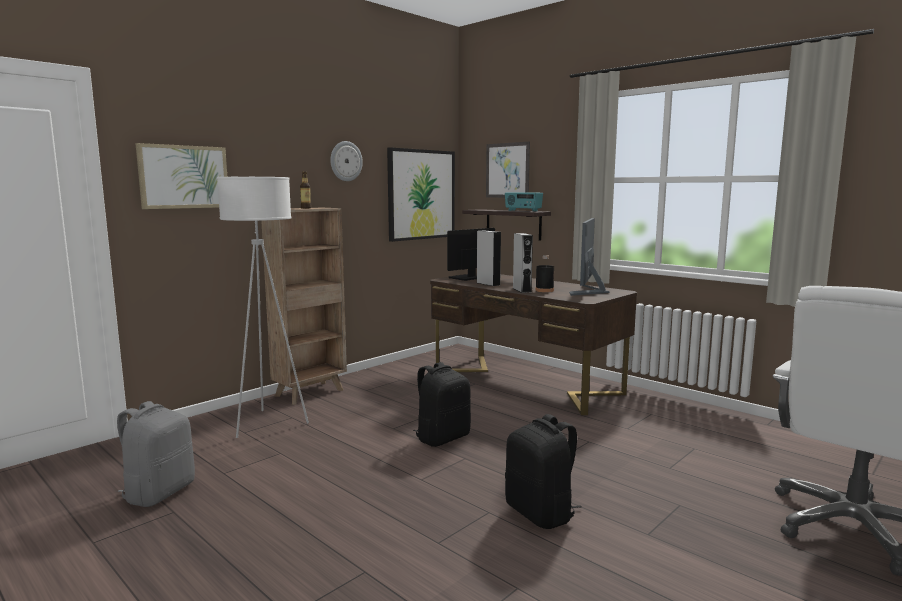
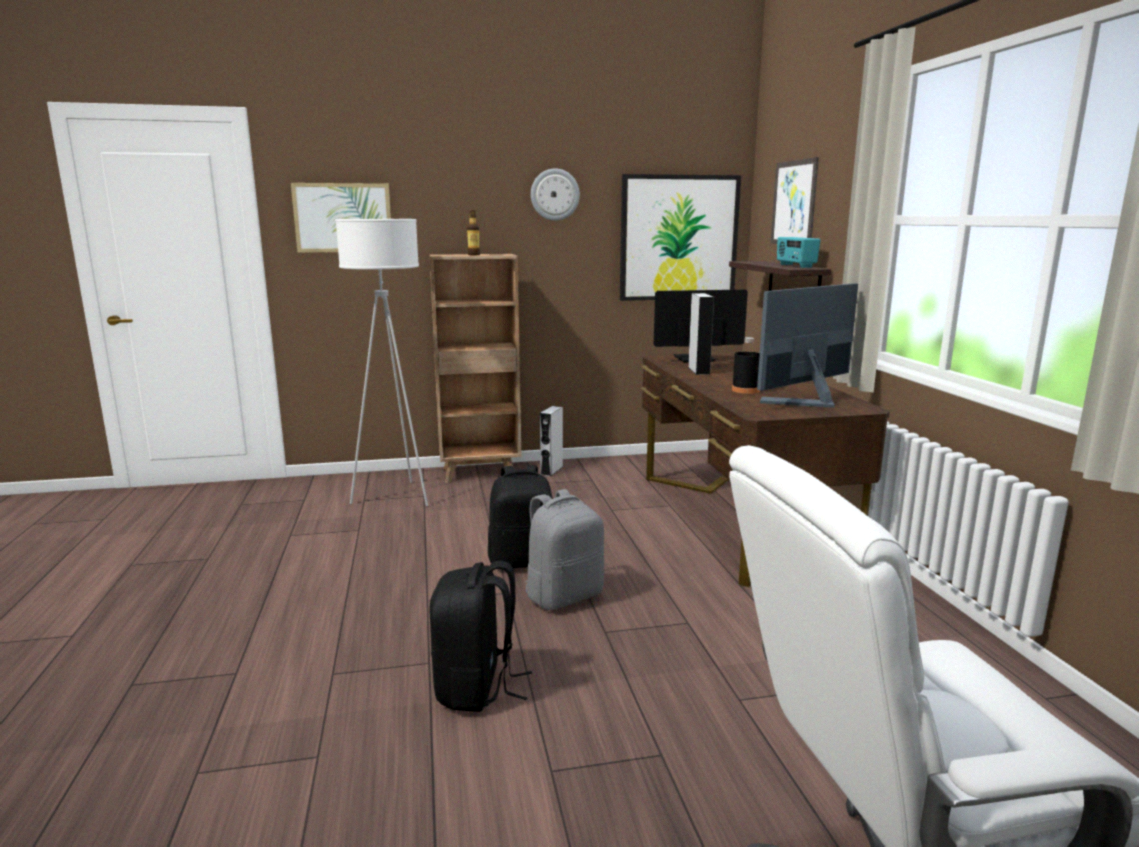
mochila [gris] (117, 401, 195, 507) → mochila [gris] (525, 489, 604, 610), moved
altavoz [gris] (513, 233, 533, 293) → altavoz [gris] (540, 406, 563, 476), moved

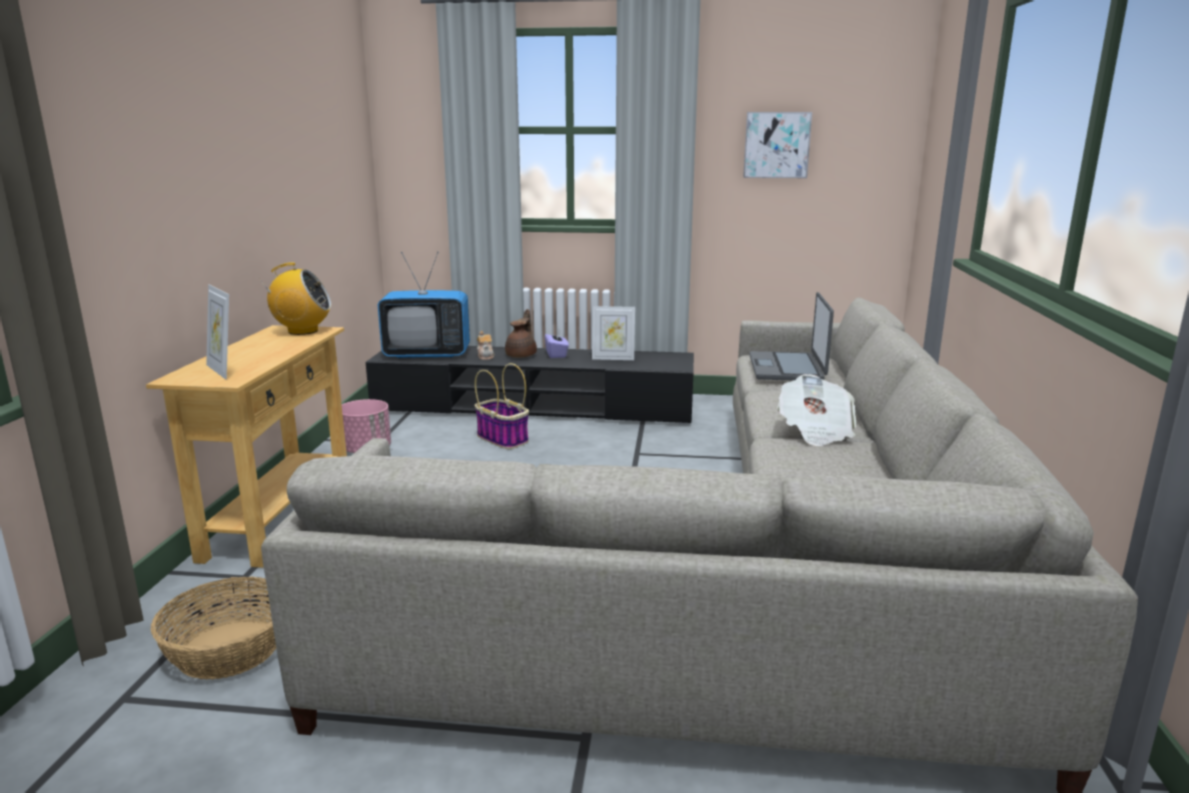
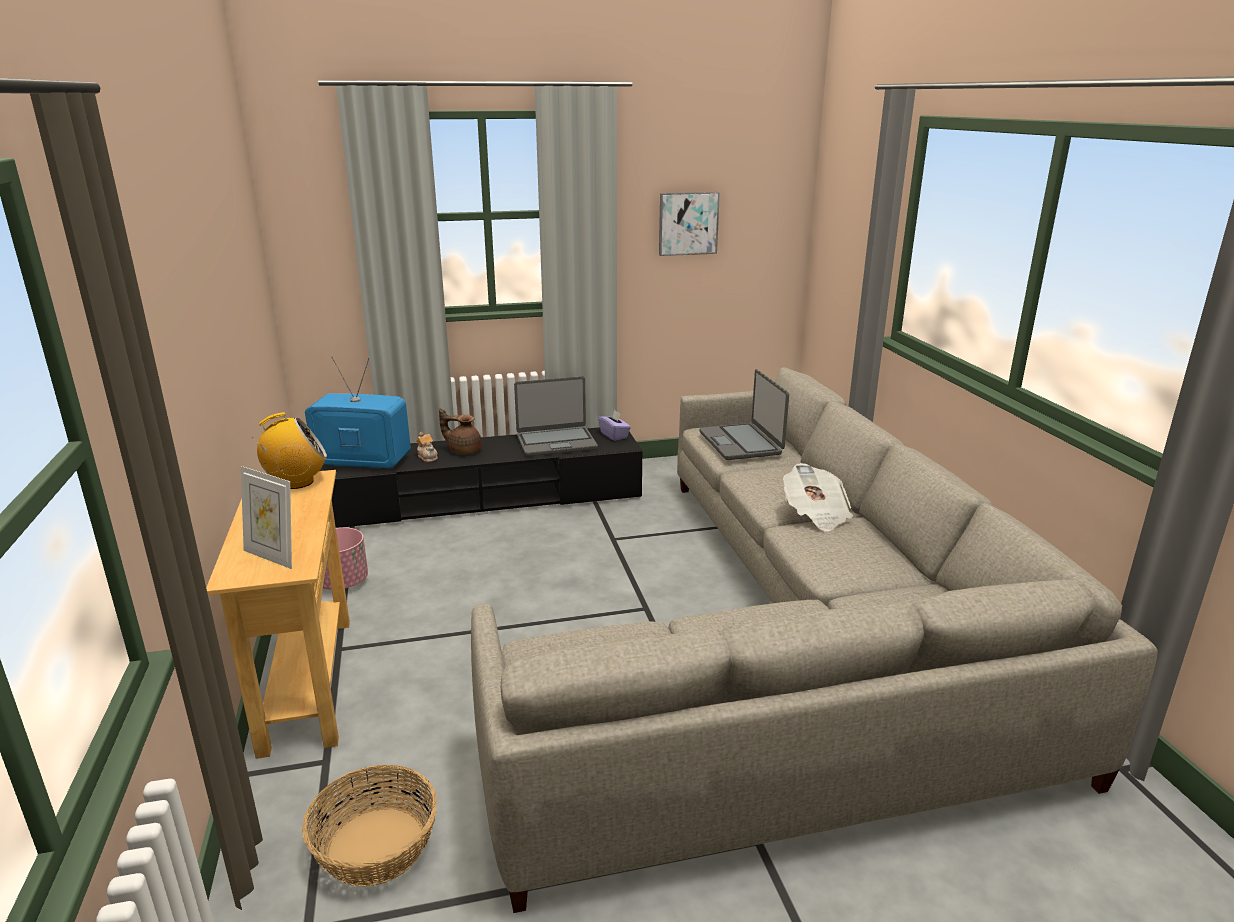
televisor (378, 252, 470, 358) → televisor (305, 357, 411, 469), 150 degrees counterclockwise
cesta (475, 363, 529, 449) → -
tetera [marrón] (505, 309, 537, 358) → tetera [marrón] (439, 408, 482, 454), 75 degrees counterclockwise
caja de pañuelos [morado] (545, 329, 569, 358) → caja de pañuelos [morado] (598, 410, 631, 441), moved
portarretratos (592, 306, 635, 360) → portátil (514, 376, 598, 457)

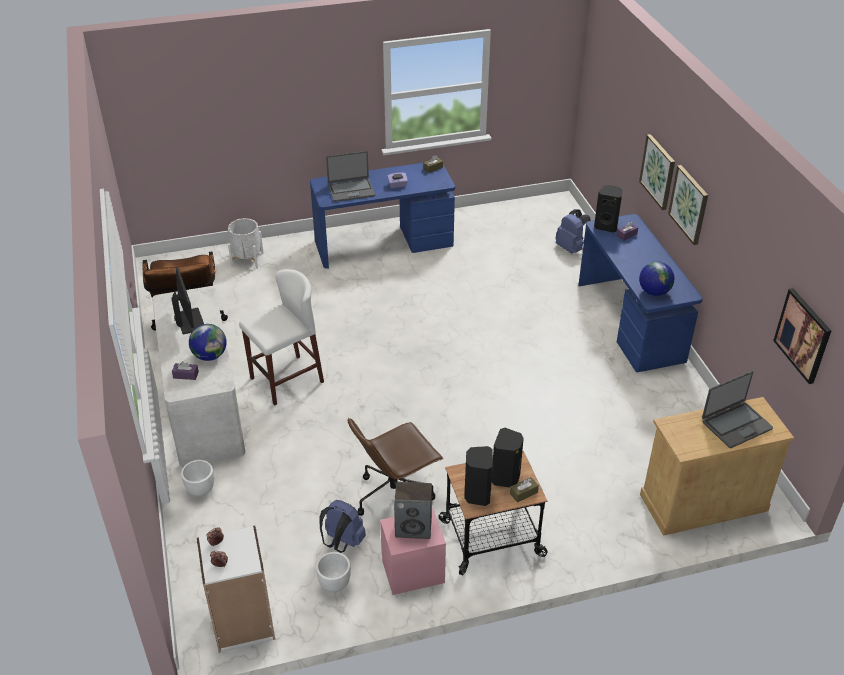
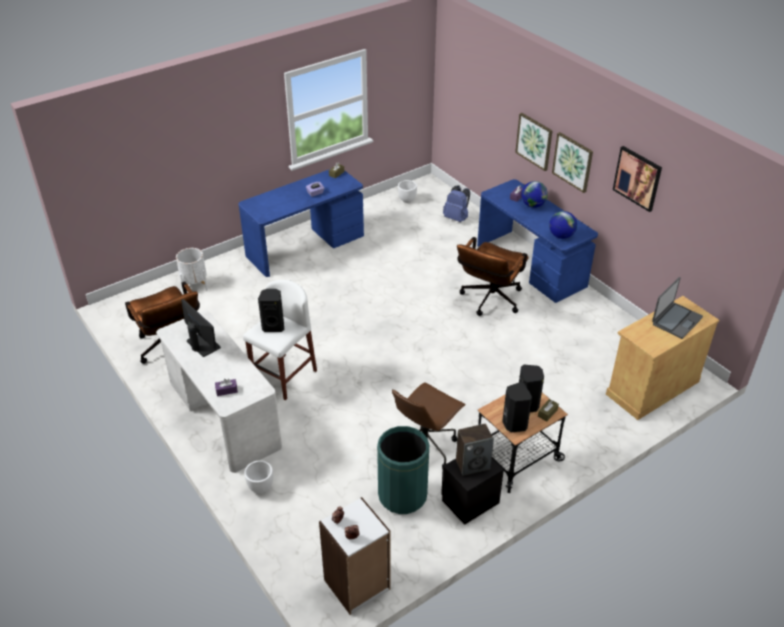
globo terráqueo (189, 324, 227, 361) → globo terráqueo (521, 181, 548, 208), moved
maceta [blanco] (316, 552, 351, 592) → maceta [blanco] (398, 180, 417, 203), moved
mochila [azul] (319, 500, 366, 553) → papelera [verde] (377, 426, 429, 514)
portátil (326, 151, 375, 202) → -
mesita de noche [rosa] (380, 508, 446, 595) → mesita de noche [negro] (441, 458, 504, 525)
altavoz [negro] (594, 185, 623, 232) → altavoz [negro] (258, 289, 284, 332), moved
cuadro (773, 288, 831, 384) → cuadro (613, 146, 662, 212), moved
- → silla de oficina [marrón] (457, 237, 529, 316)

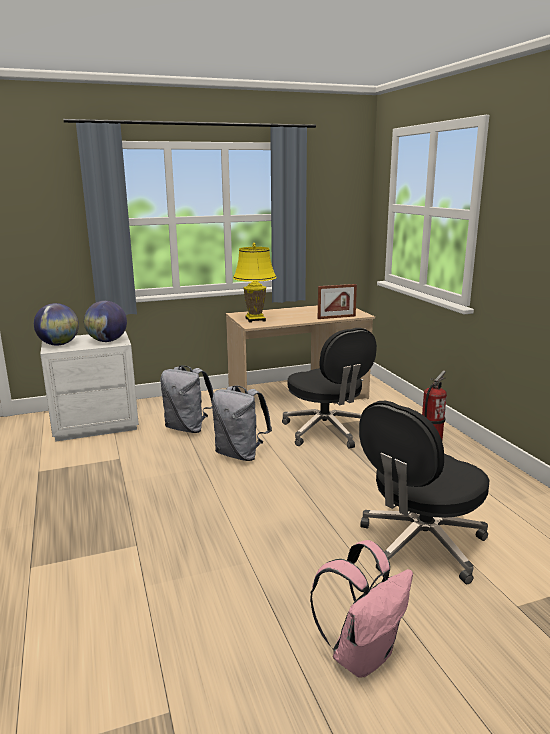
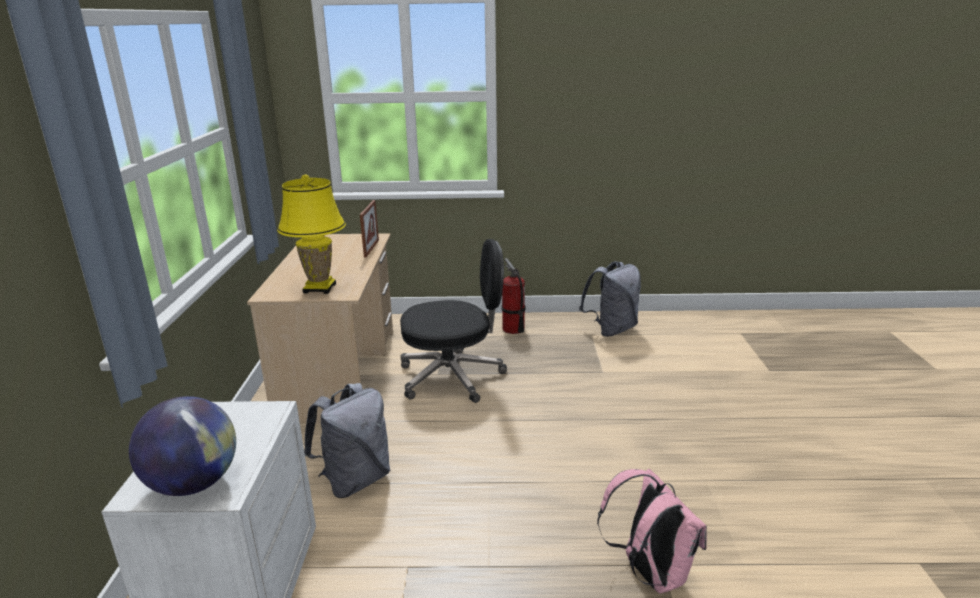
globo terráqueo (84, 301, 127, 342) → -
mochila [gris] (212, 385, 272, 461) → mochila [gris] (579, 261, 641, 337), moved
mochila [rosa] (310, 540, 413, 678) → mochila [rosa] (597, 469, 707, 593), moved
silla de oficina [negro] (359, 401, 489, 584) → -

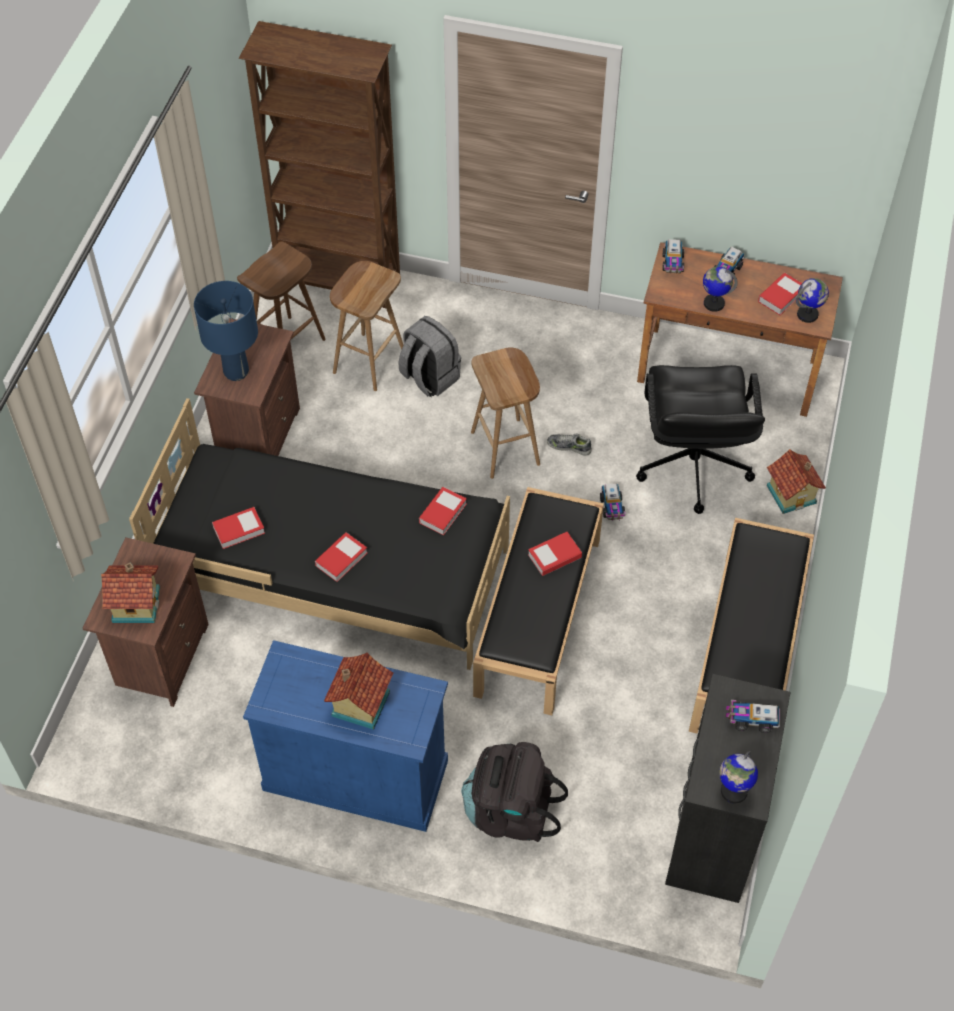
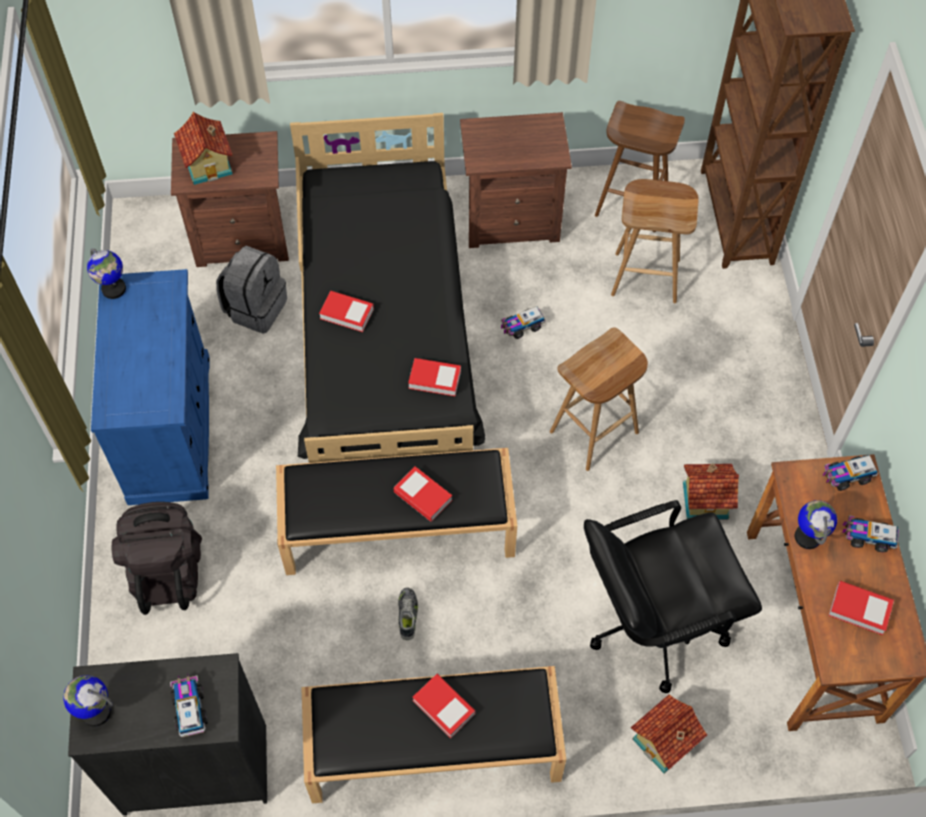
lámpara de mesa [azul] (194, 281, 258, 381) → -
libro (212, 507, 265, 549) → libro (412, 674, 475, 739), moved
casita (324, 653, 393, 730) → casita (683, 463, 739, 520), moved
mochila [gris] (398, 316, 461, 397) → mochila [gris] (216, 246, 287, 334), moved
zapato (547, 433, 592, 456) → zapato (398, 587, 418, 640), moved
camión de juguete (600, 483, 626, 520) → camión de juguete (501, 306, 546, 339), moved
globo terráqueo (796, 278, 829, 323) → globo terráqueo (87, 248, 126, 299), moved

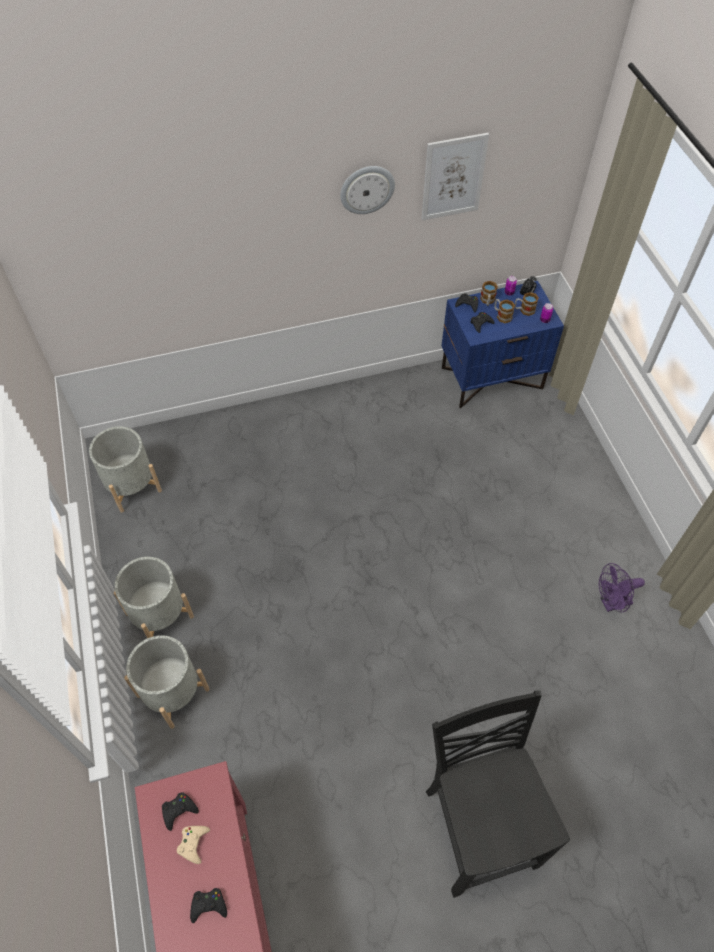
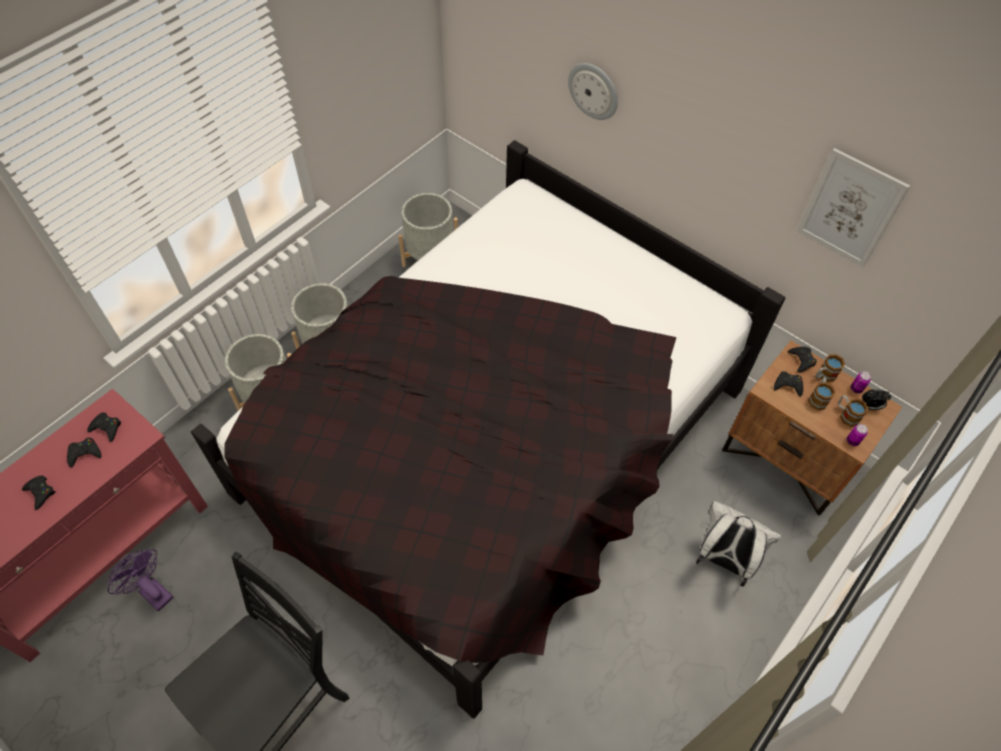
mando de consola [beis] (177, 826, 210, 864) → mando de consola [negro] (67, 438, 101, 468)
reloj de pared (340, 166, 395, 214) → reloj de pared (568, 63, 618, 120), moved
mesita de noche [azul] (441, 281, 564, 408) → mesita de noche [marrón] (722, 341, 902, 516)
ventilador [morado] (599, 563, 645, 612) → ventilador [morado] (108, 549, 173, 611), moved
- → cama [negro] (191, 140, 785, 719)
- → mochila [blanco] (696, 501, 782, 587)

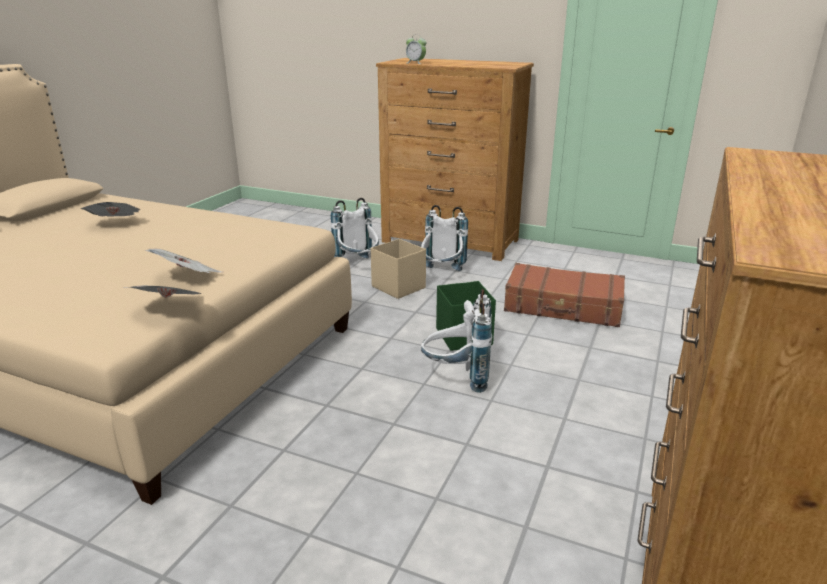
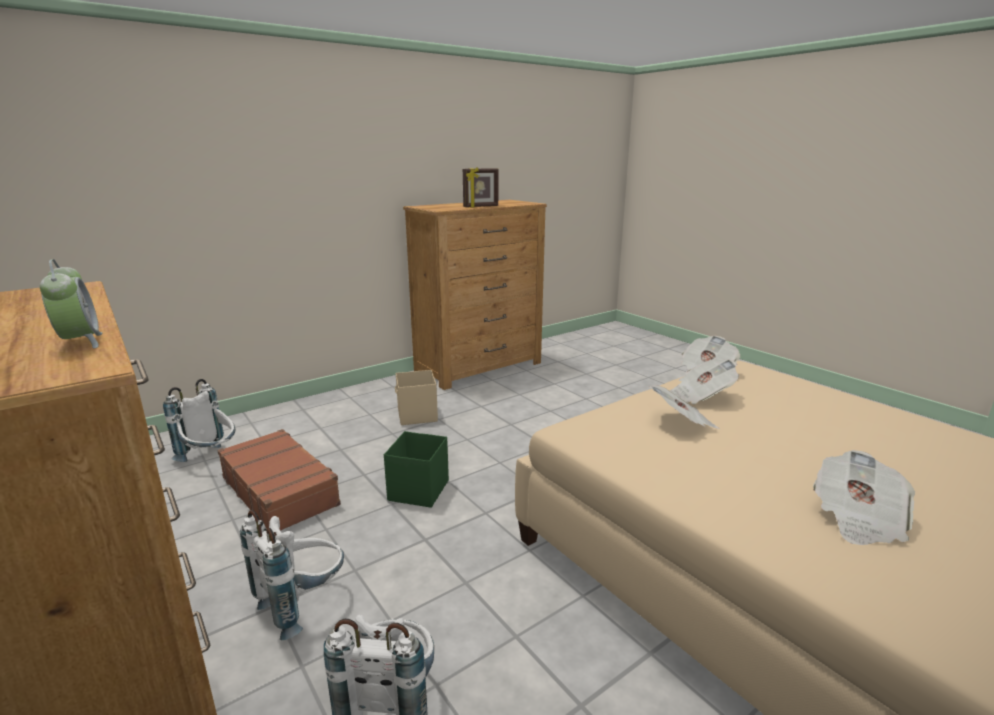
caja de almacenaje [beis] (371, 239, 426, 299) → caja de almacenaje [beis] (395, 370, 438, 425), moved
mochila [blanco] (421, 289, 492, 393) → mochila [blanco] (163, 379, 235, 462), moved
- → portarretratos (463, 167, 498, 208)
- → periódico (649, 385, 720, 429)

